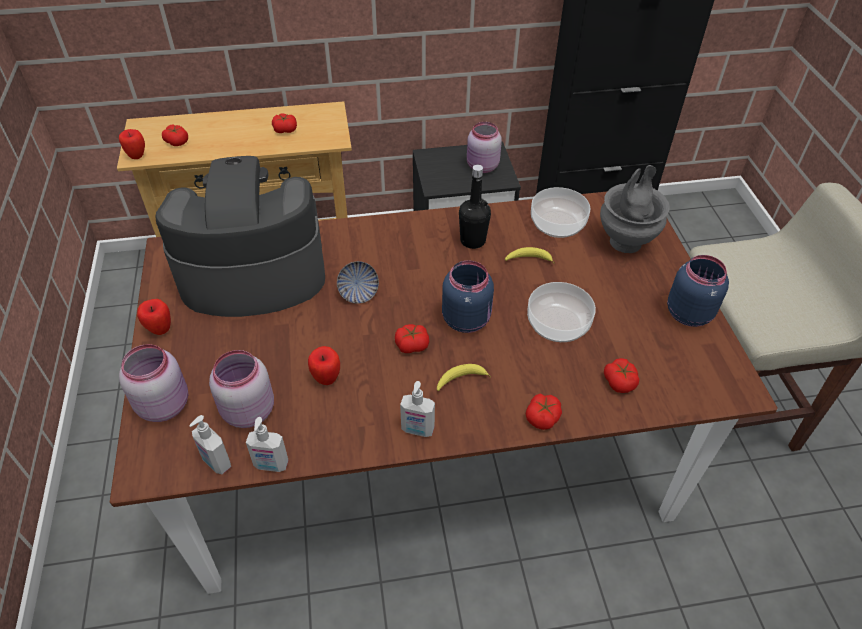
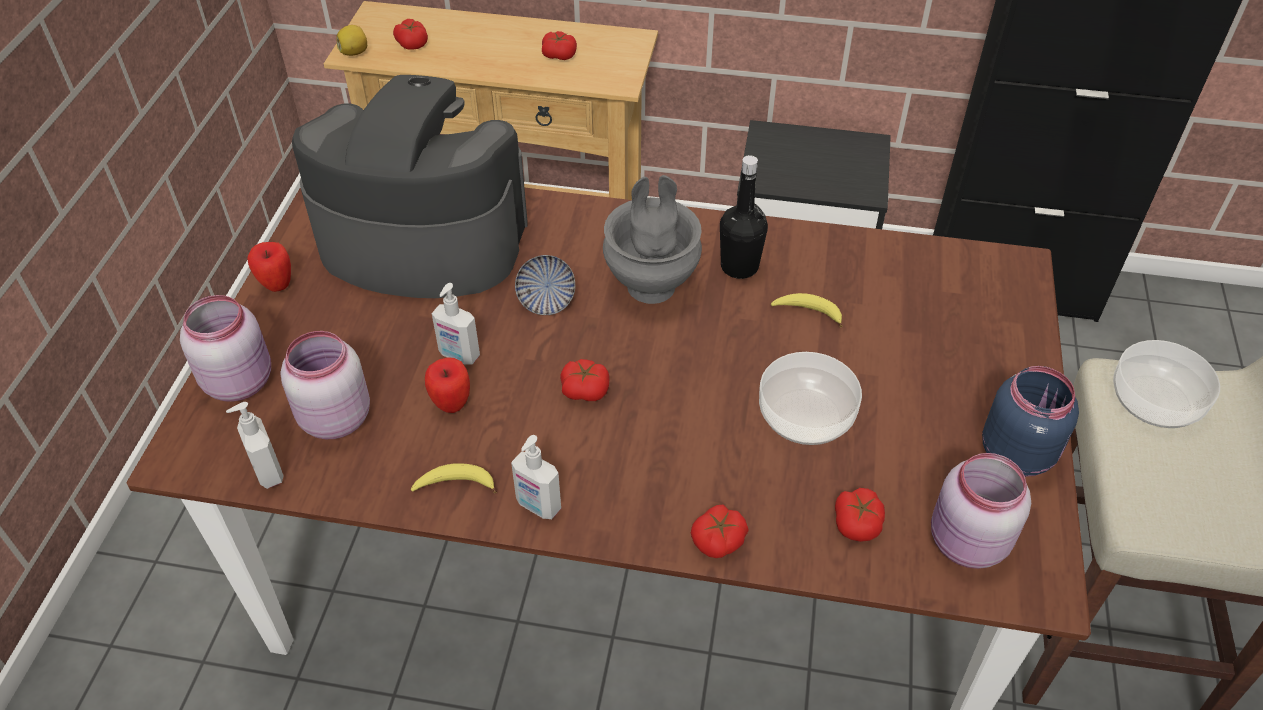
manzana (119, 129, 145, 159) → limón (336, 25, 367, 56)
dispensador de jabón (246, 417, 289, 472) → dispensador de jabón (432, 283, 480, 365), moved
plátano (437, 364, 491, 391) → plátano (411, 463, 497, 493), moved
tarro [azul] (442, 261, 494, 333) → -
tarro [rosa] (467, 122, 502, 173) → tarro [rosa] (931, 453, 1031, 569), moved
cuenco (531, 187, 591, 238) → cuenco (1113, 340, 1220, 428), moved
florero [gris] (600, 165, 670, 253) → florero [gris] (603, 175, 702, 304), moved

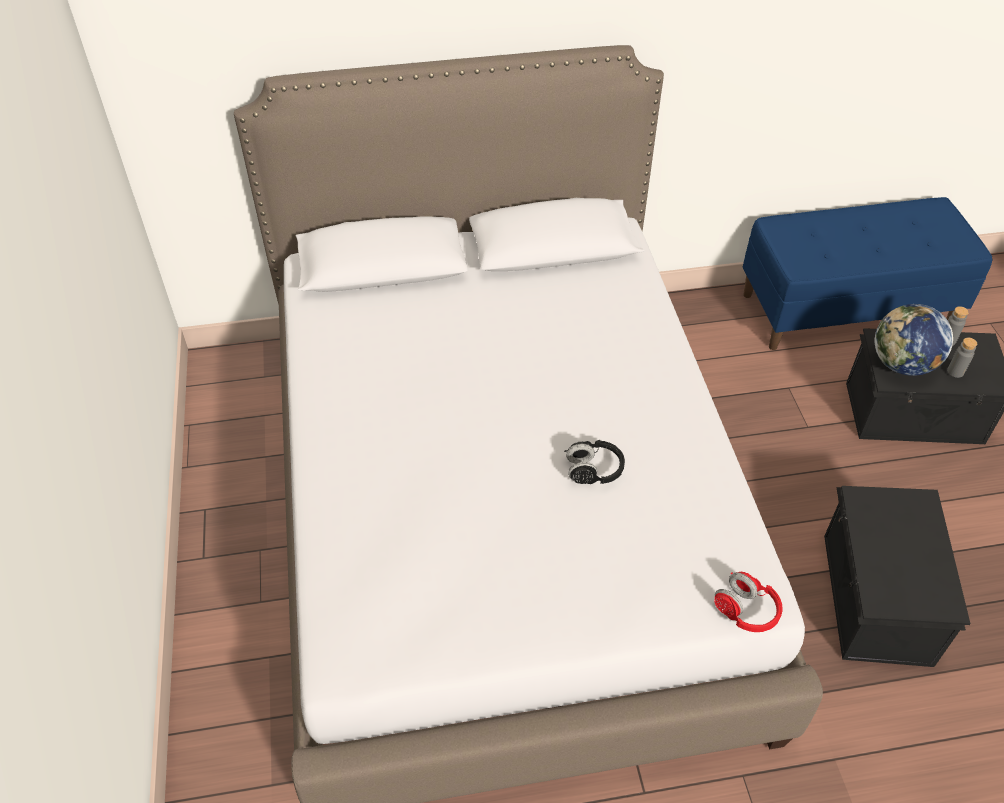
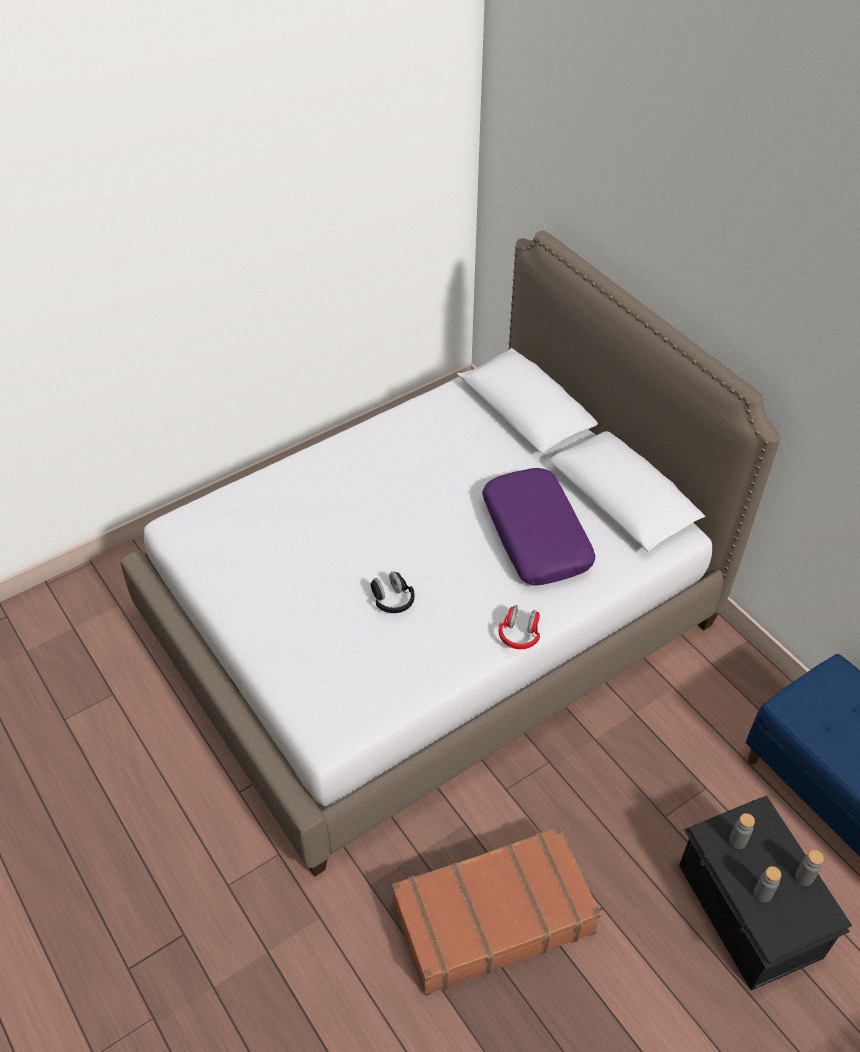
auriculares [rojo] (714, 572, 783, 632) → auriculares [rojo] (498, 605, 540, 649), moved
caja de almacenaje [negro] (824, 486, 970, 667) → maleta [marrón] (392, 826, 601, 996)
globo terráqueo (875, 304, 953, 376) → botella [gris] (729, 813, 755, 849)
- → cojín [morado] (482, 468, 595, 586)

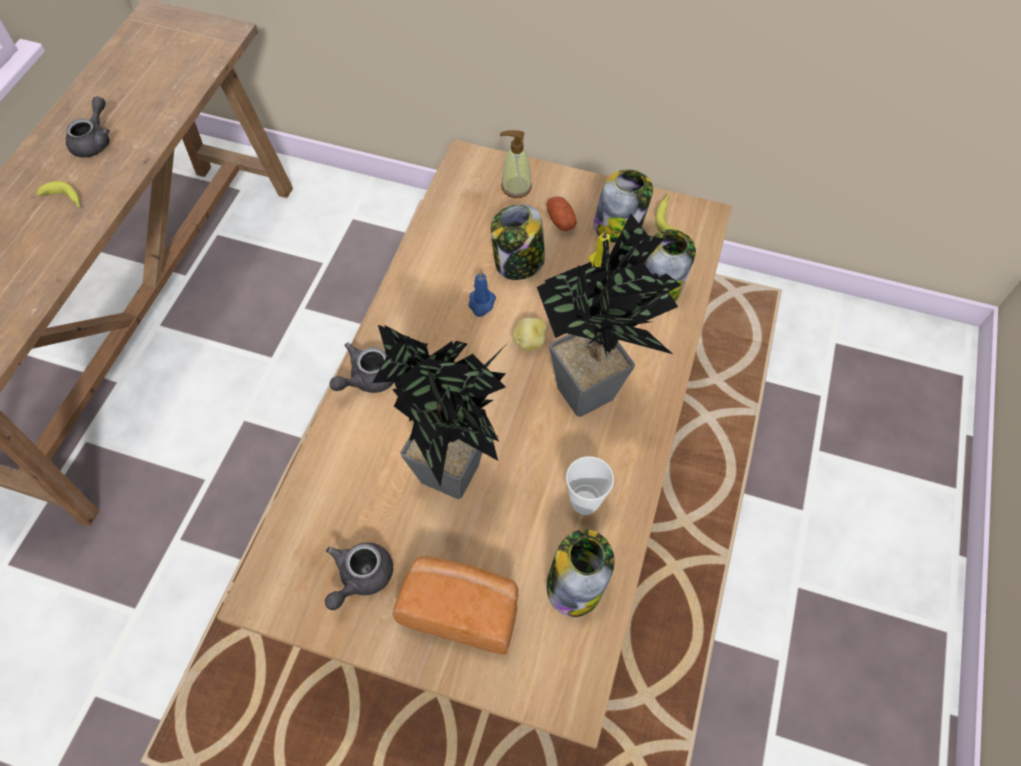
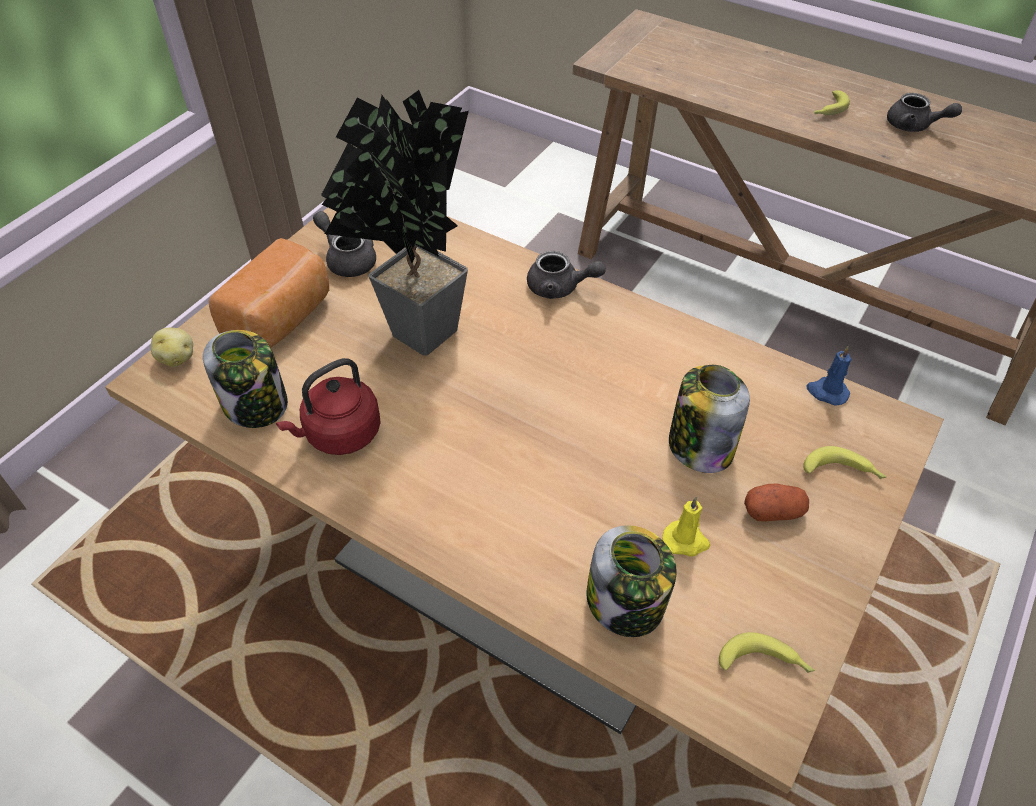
tetera [gris] (330, 343, 394, 393) → tetera [gris] (527, 251, 606, 299), 135 degrees clockwise
vela [azul] (469, 270, 496, 317) → vela [azul] (806, 346, 852, 406), moved
dispensador de jabón (500, 130, 532, 198) → plátano (803, 446, 887, 479)
patata (512, 318, 547, 351) → patata (151, 328, 193, 367), moved
planta en maceta (537, 214, 681, 417) → -
taza (566, 456, 614, 515) → hervidor [rojo] (276, 358, 381, 455)
tarro (593, 170, 653, 243) → -

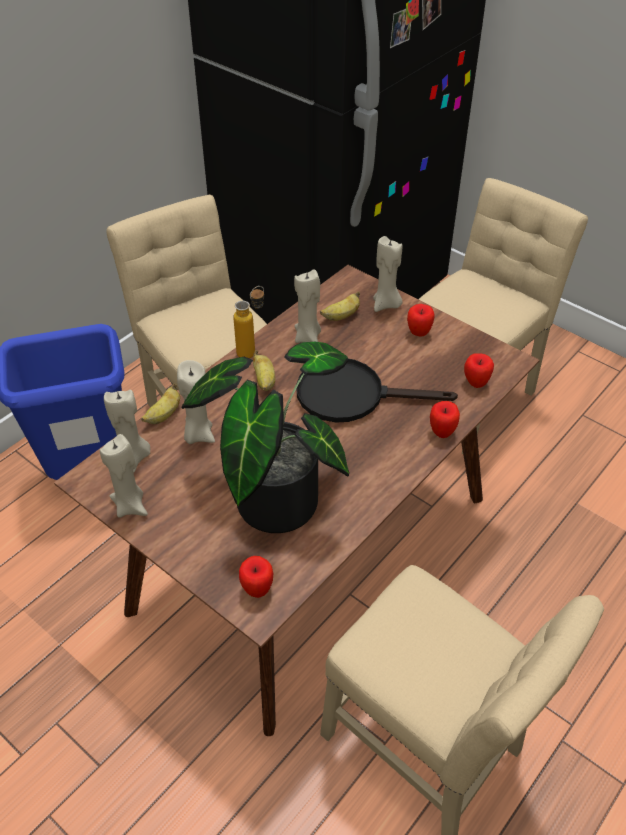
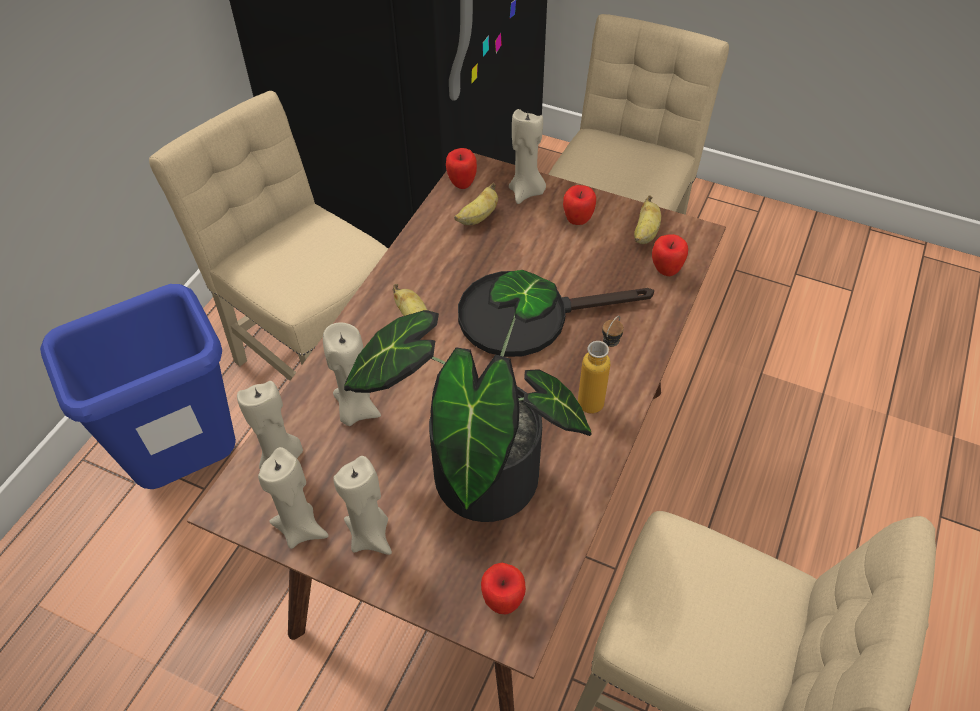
plátano (141, 383, 180, 424) → plátano (634, 196, 661, 244), moved
botella (233, 286, 264, 358) → botella (578, 316, 624, 414), moved
vela [beis] (294, 269, 321, 343) → vela [beis] (333, 456, 392, 555), moved
manzana (430, 401, 460, 438) → manzana (446, 148, 477, 189), moved

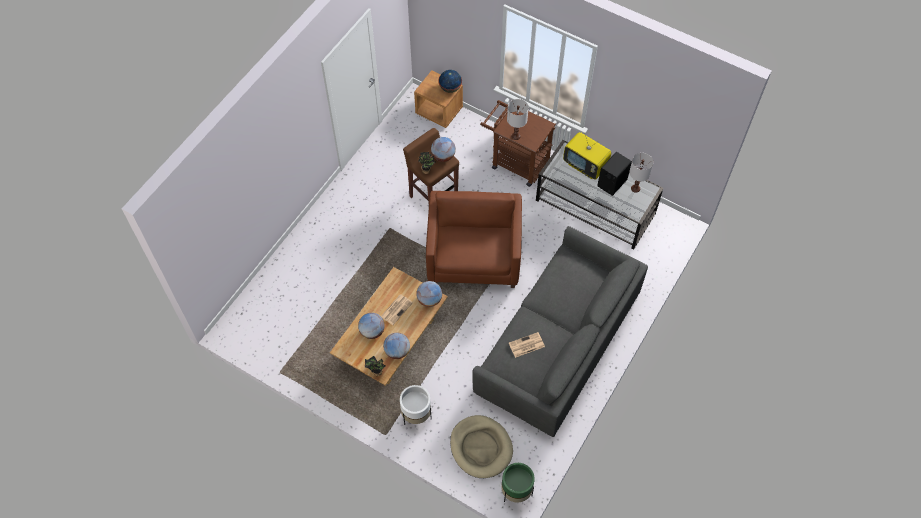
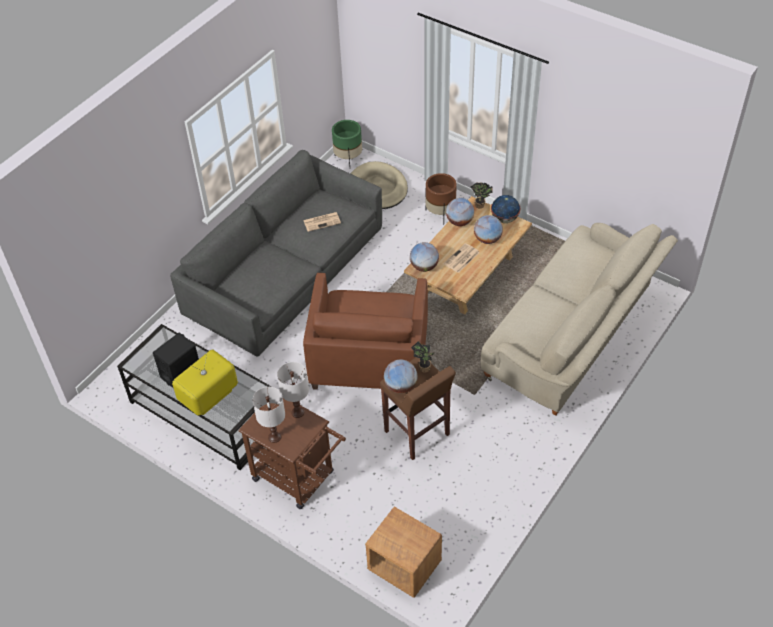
maceta [blanco] (400, 385, 432, 425) → maceta [marrón] (425, 173, 457, 225)
globo terráqueo (438, 70, 462, 93) → globo terráqueo (491, 195, 520, 223), moved
televisor (563, 132, 611, 179) → televisor (172, 349, 238, 415), 90 degrees counterclockwise
lámpara de mesa [blanco] (629, 153, 653, 193) → lámpara de mesa [blanco] (253, 387, 285, 443), moved
- → sofá [beis] (481, 223, 678, 416)

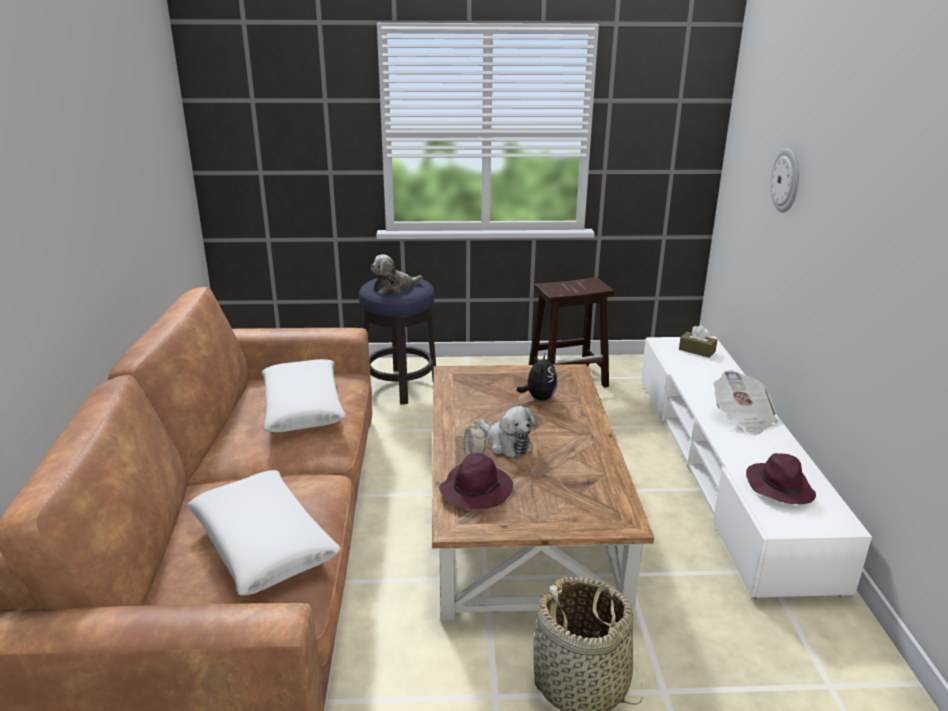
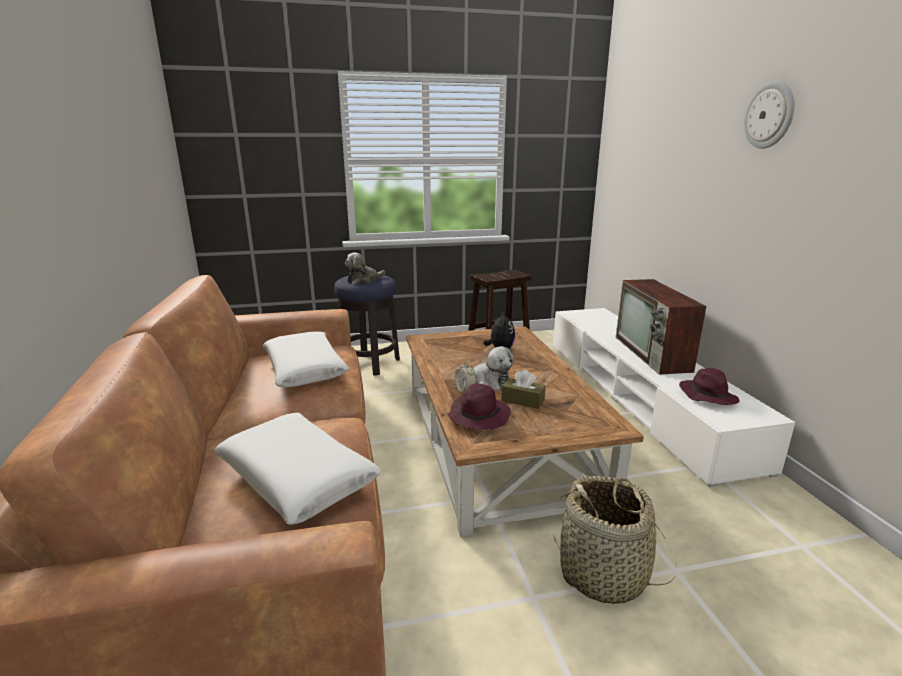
caja de pañuelos [marrón] (679, 325, 717, 358) → caja de pañuelos [marrón] (501, 370, 546, 409), moved
periódico (713, 370, 778, 436) → televisor (616, 279, 706, 375)
reloj de pared (770, 148, 799, 213) → reloj de pared (744, 81, 795, 149), moved

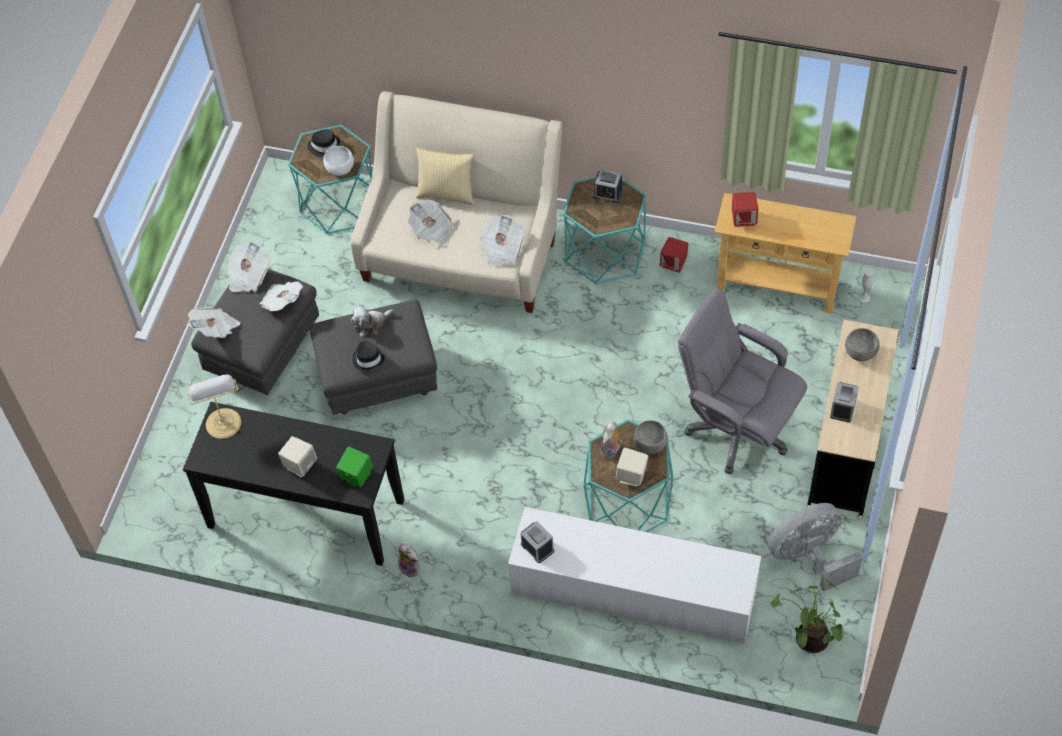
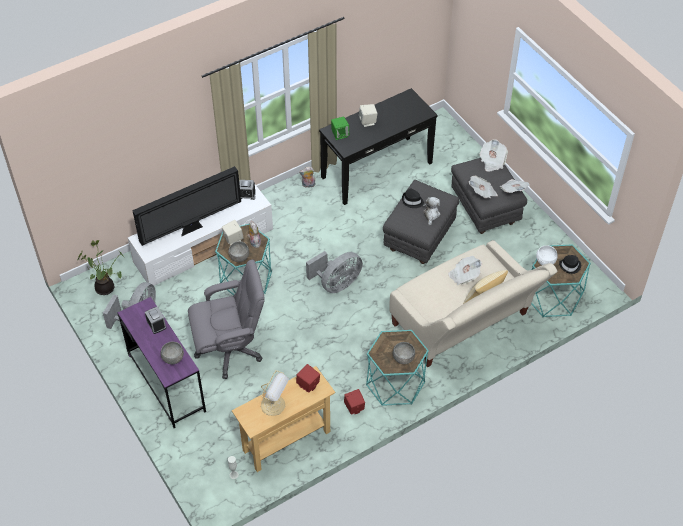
lámpara de mesa (187, 374, 241, 439) → lámpara de mesa (261, 370, 289, 416), moved
periódico (481, 215, 526, 267) → -
despertador (593, 169, 623, 203) → cuenco [gris] (392, 342, 415, 364)
escritorio [beis] (807, 320, 899, 520) → escritorio [morado] (118, 297, 206, 428)
- → televisor (132, 166, 241, 246)
- → ventilador [gris] (306, 251, 363, 293)

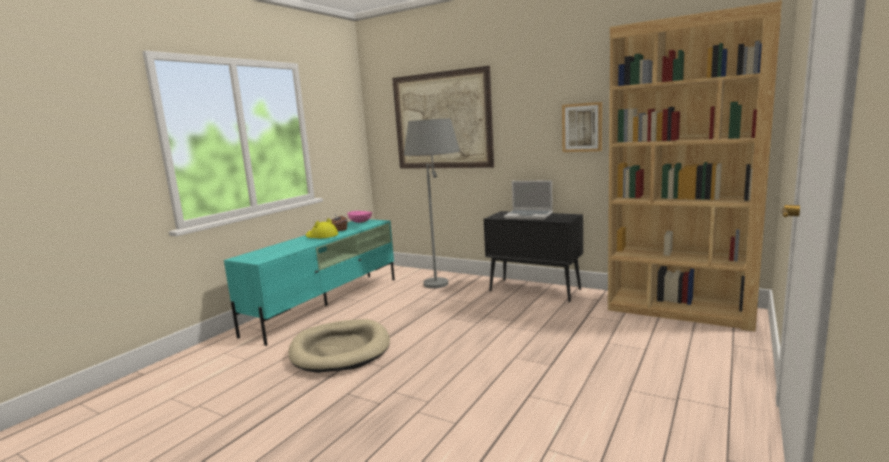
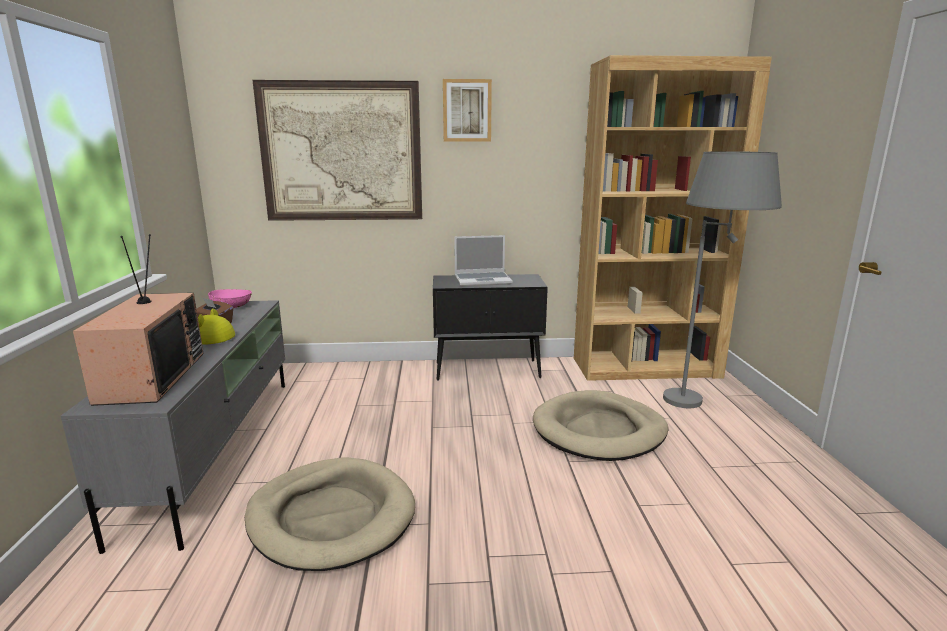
mueble de televisión [turquesa] (224, 219, 395, 346) → mueble de televisión [gris] (61, 300, 285, 554)
lámpara de pie [gris] (404, 118, 460, 289) → lámpara de pie [gris] (663, 151, 782, 408), moved
cuadro (562, 102, 602, 152) → cuadro (443, 79, 492, 142), moved
- → televisor (73, 234, 203, 406)
- → cama para perro [beis] (533, 390, 668, 461)

